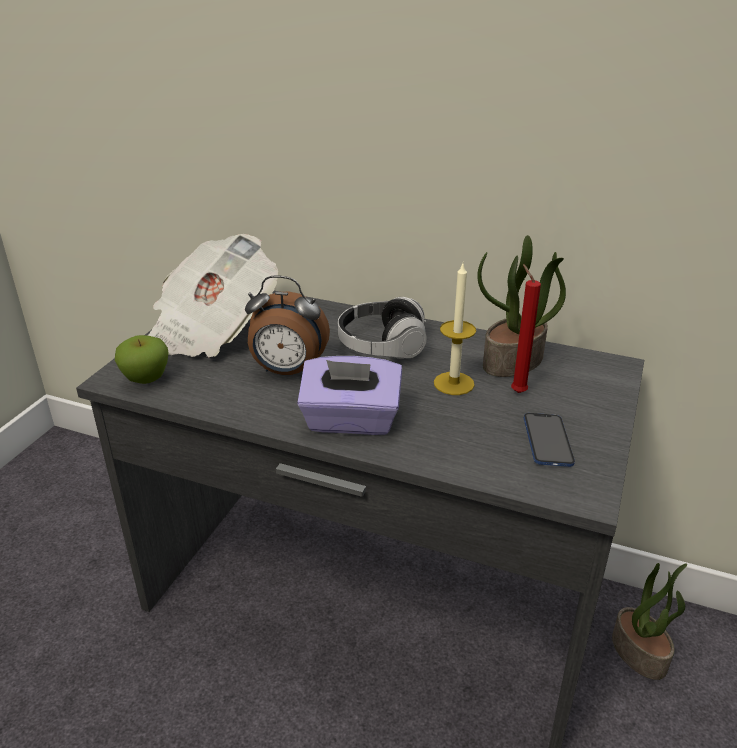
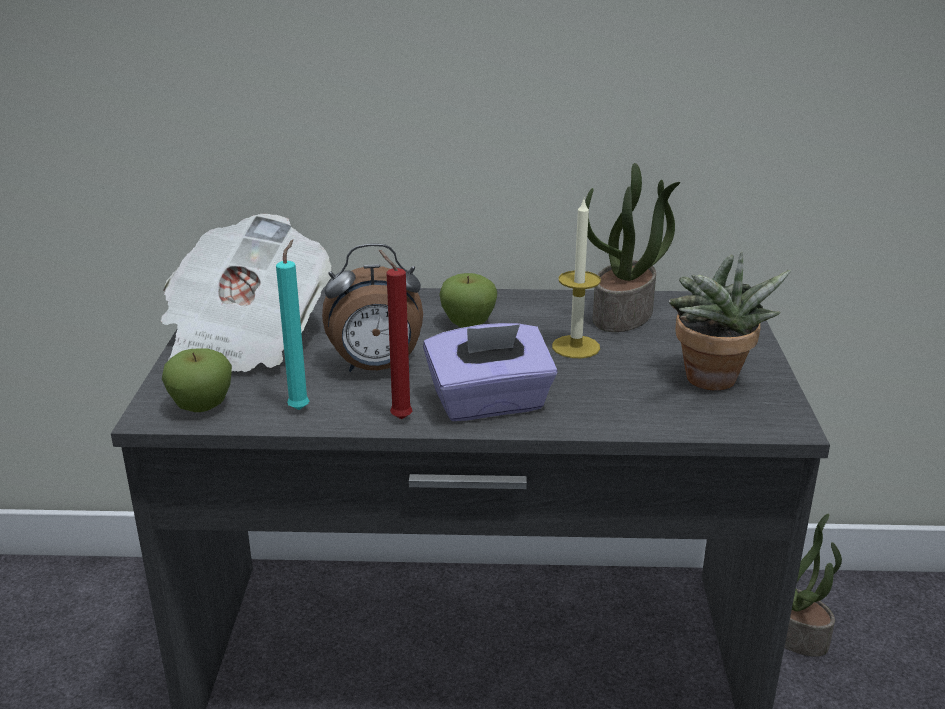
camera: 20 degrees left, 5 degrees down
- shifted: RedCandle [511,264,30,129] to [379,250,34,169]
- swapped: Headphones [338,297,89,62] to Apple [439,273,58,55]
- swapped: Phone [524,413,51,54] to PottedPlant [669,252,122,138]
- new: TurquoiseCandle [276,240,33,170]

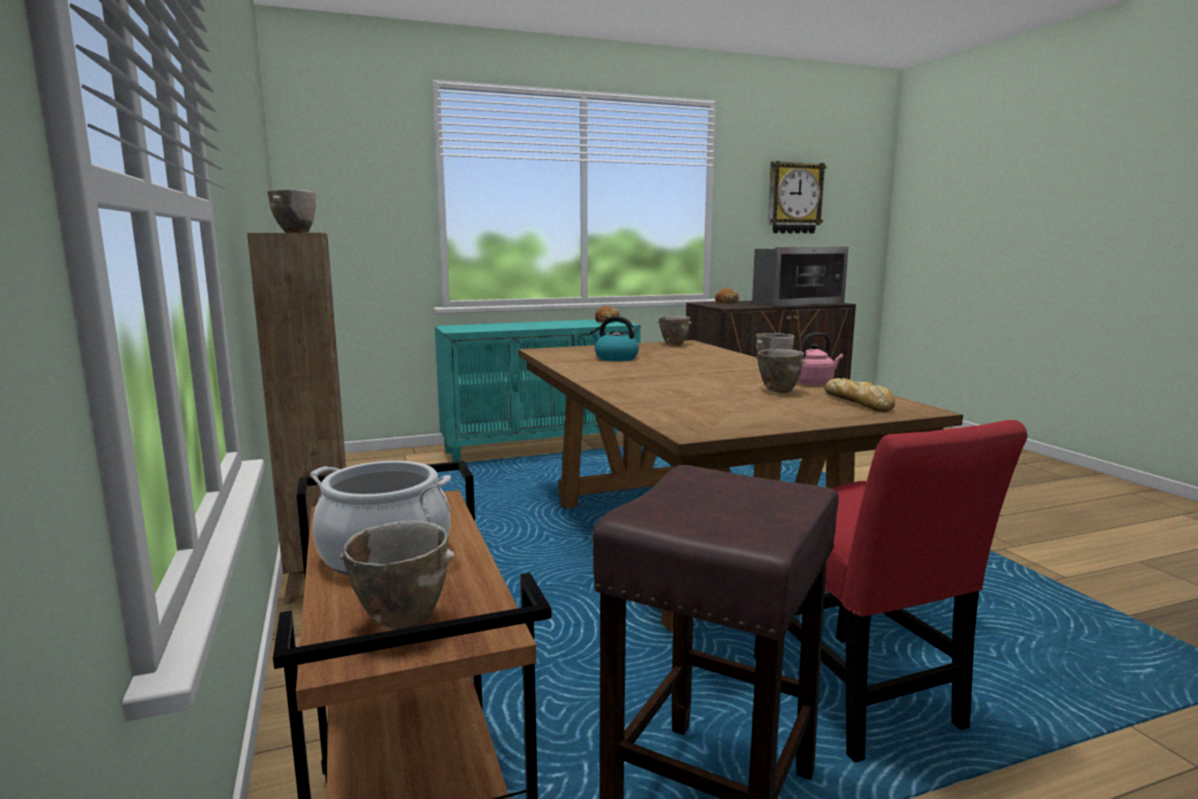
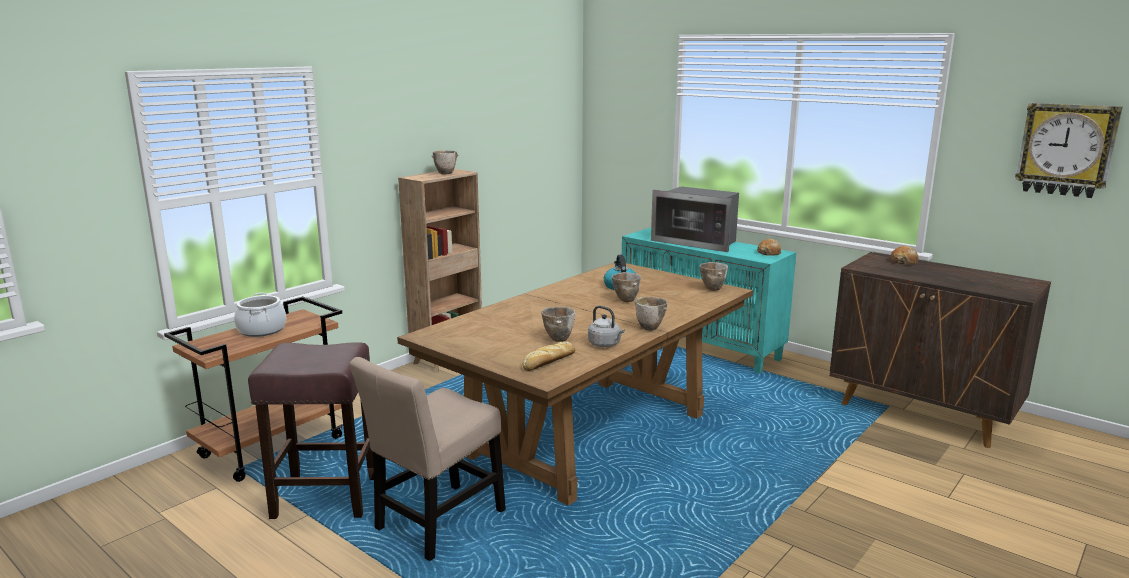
camera: 60 degrees right, 5 degrees up
- shifted: Microwave [752,247,96,60] to [651,186,88,66]
- repainted: PinkKettle [797,333,46,52] to GreyKettle [588,306,37,41]
- repainted: RedChair [754,420,273,342] to BeigeChair [350,357,156,204]
- shifted: Bowl [340,521,115,109] to [612,272,29,30]

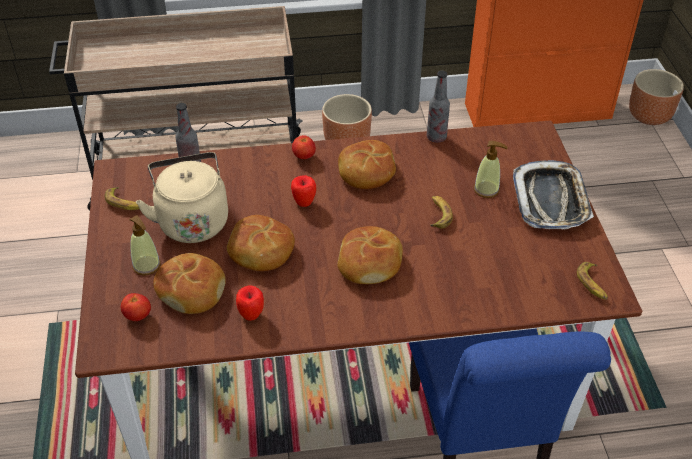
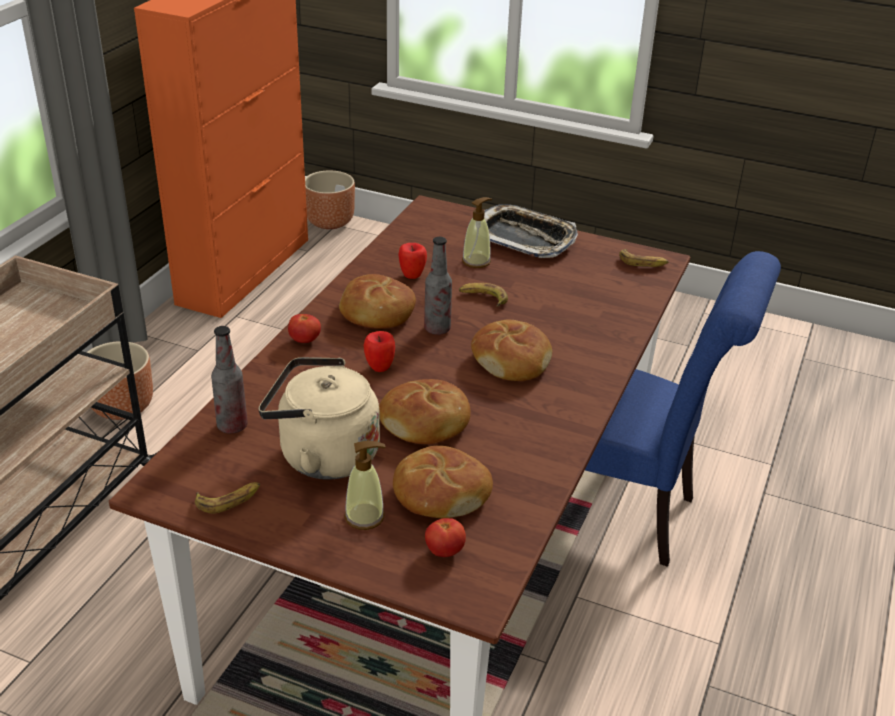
camera: 60 degrees left, 10 degrees down
- shifted: Bottle [427,71,23,72] to [424,237,28,98]
- shifted: Apple [236,286,28,35] to [398,243,29,36]

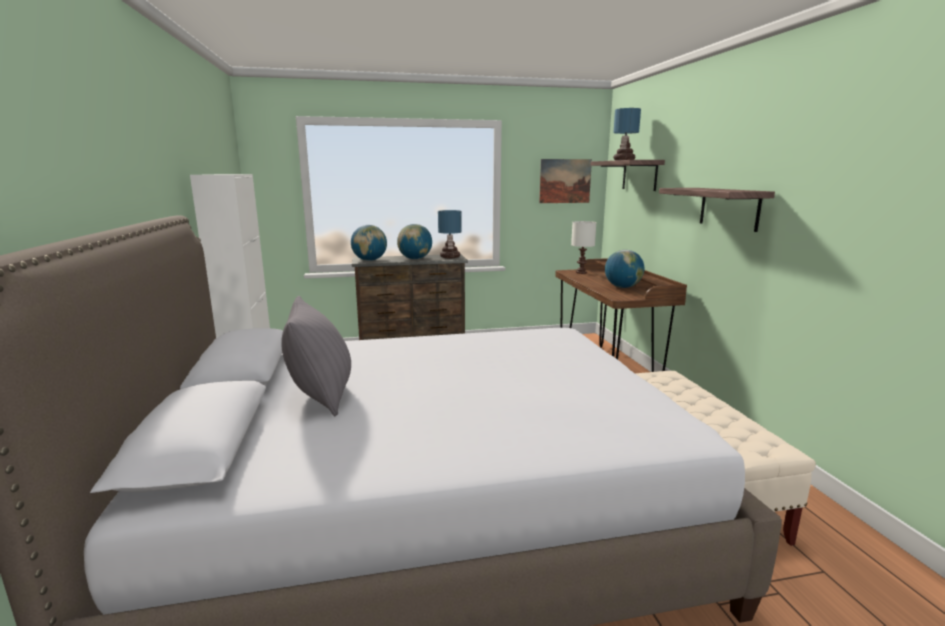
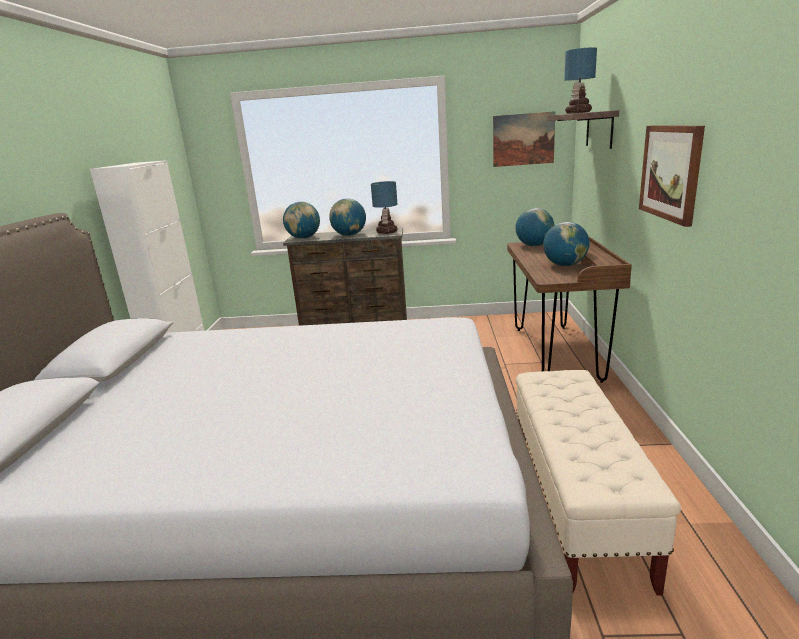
camera: 15 degrees right, 5 degrees up
- swapped: Shelf [659,188,116,44] to Picture [639,125,66,102]
- swapped: WhiteTableLamp [571,221,26,53] to Globe [515,208,39,38]
- gone: GreyPillow [281,296,70,120]

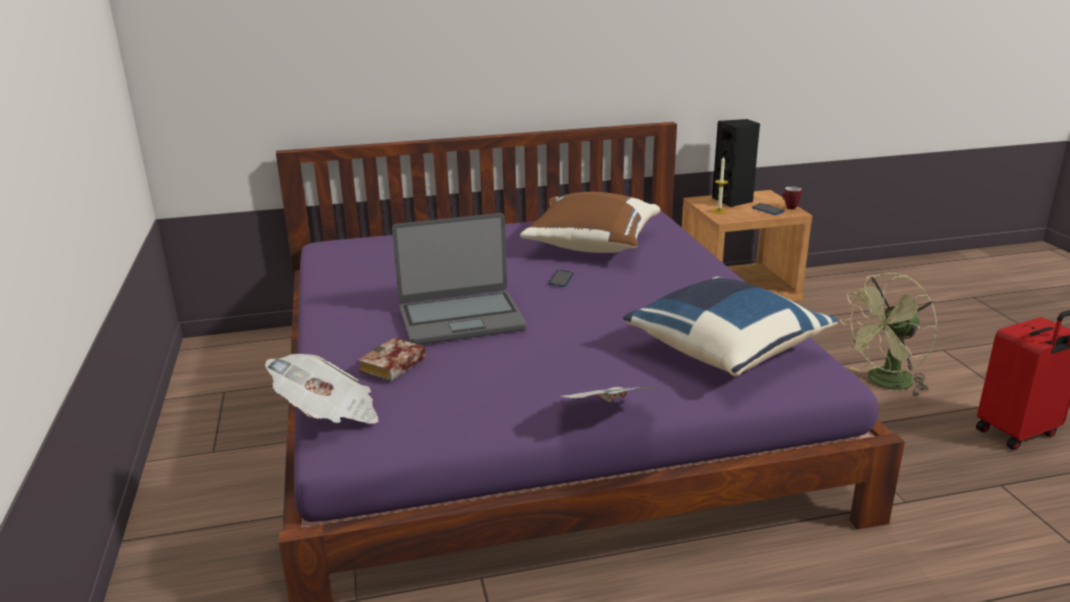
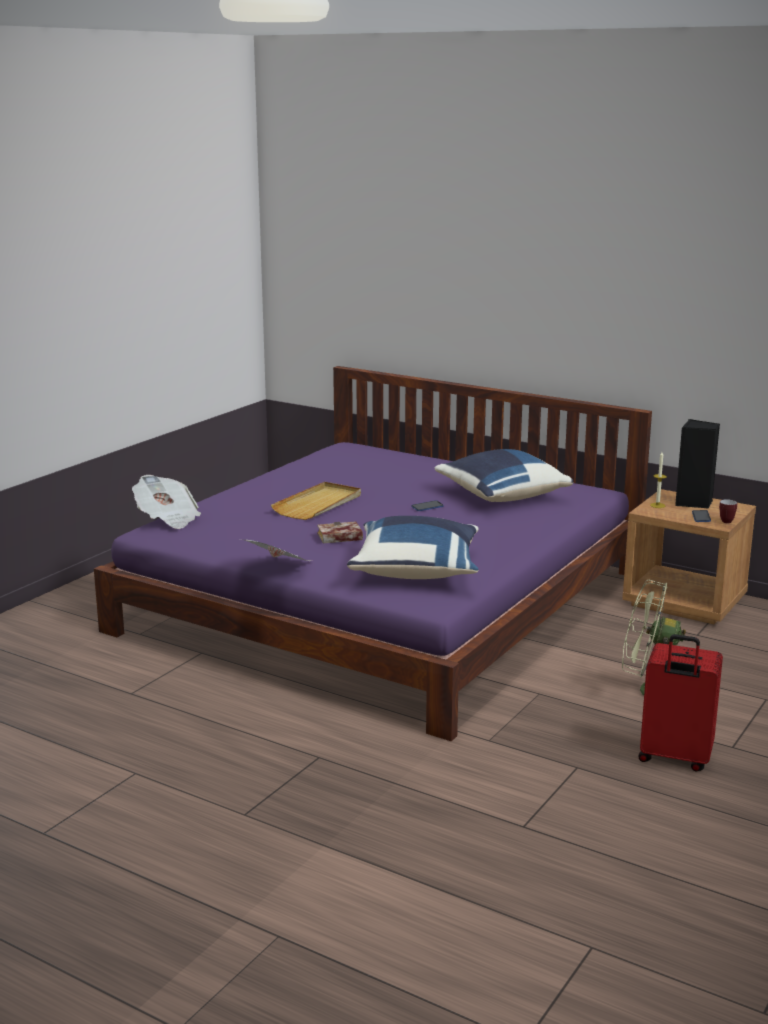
camera: 45 degrees right, 5 degrees down
- repainted: BrownPillow [520,192,141,61] to BluePillow [434,449,139,53]
- swapped: Laptop [392,213,135,132] to BeigeTray [271,482,90,38]
- shifted: Book [358,338,68,43] to [317,521,46,22]

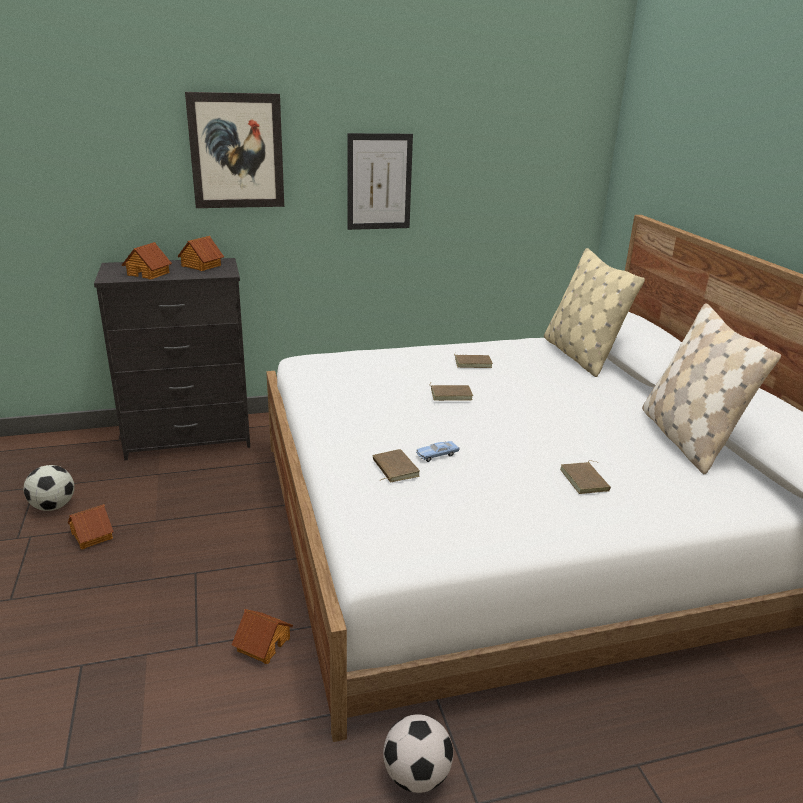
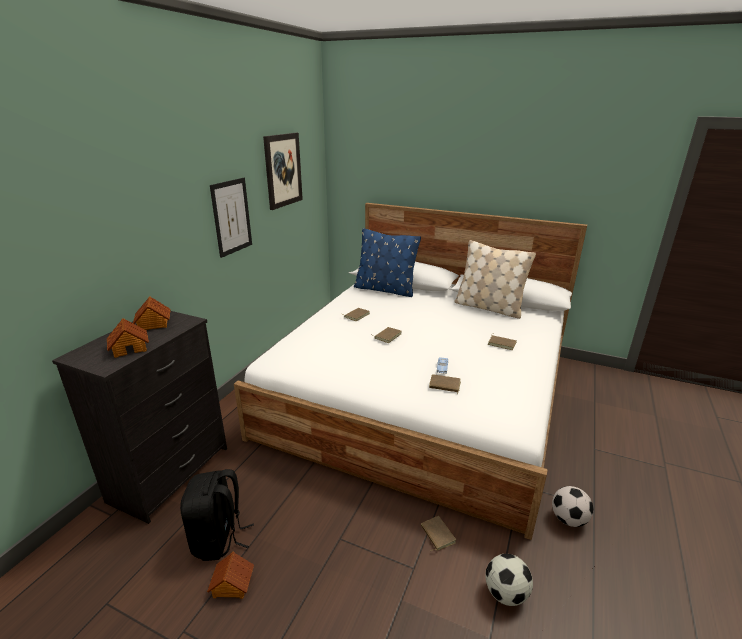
camera: 50 degrees left, 0 degrees up
- shifted: Picture [185,92,99,116] to [263,133,40,77]
- repainted: BeigePillow [544,248,101,129] to BluePillow [354,228,67,69]
- shifted: Football [23,465,51,46] to [485,554,48,52]
- swapped: ToyHouse [232,609,61,55] to BrownBook [421,516,35,35]
- new: BlackBackpack [180,469,74,92]

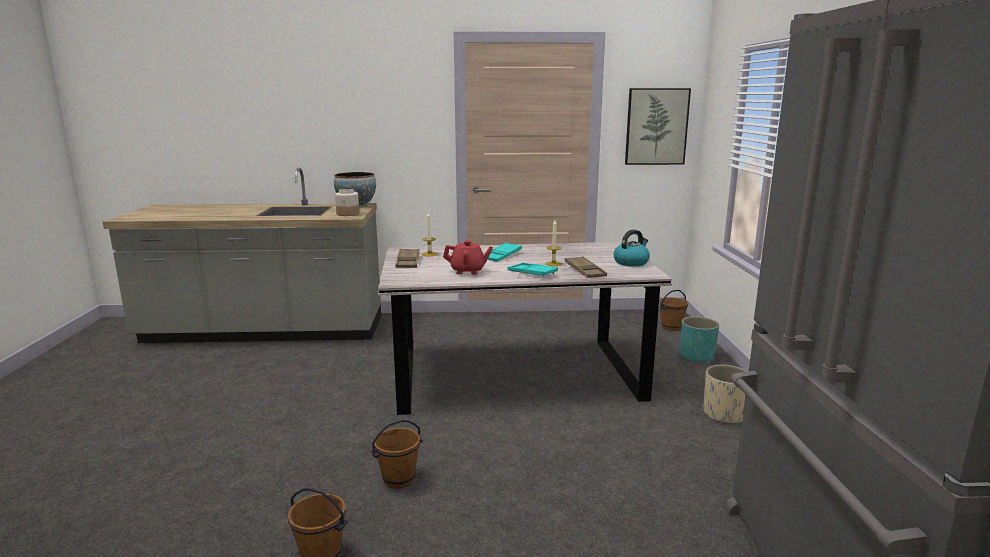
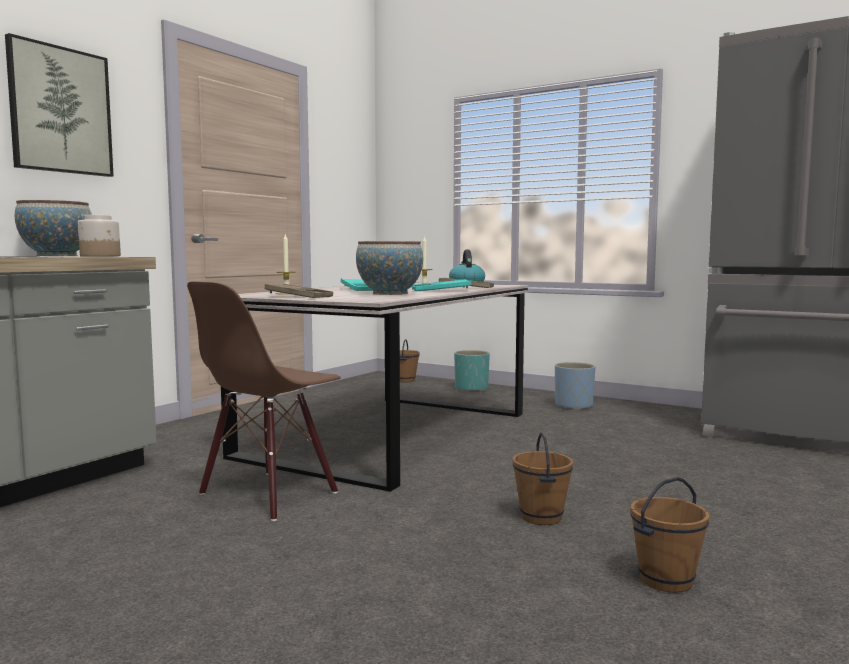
camera: 55 degrees left, 10 degrees down
- shifted: Picture [625,88,66,77] to [5,33,109,144]
- swapped: RedTeapot [443,241,50,34] to Bowl [356,241,67,54]
- repainted: BeigePlanter [703,365,45,59] to BluePlanter [555,362,40,48]
- new: BrownChair [187,281,154,240]

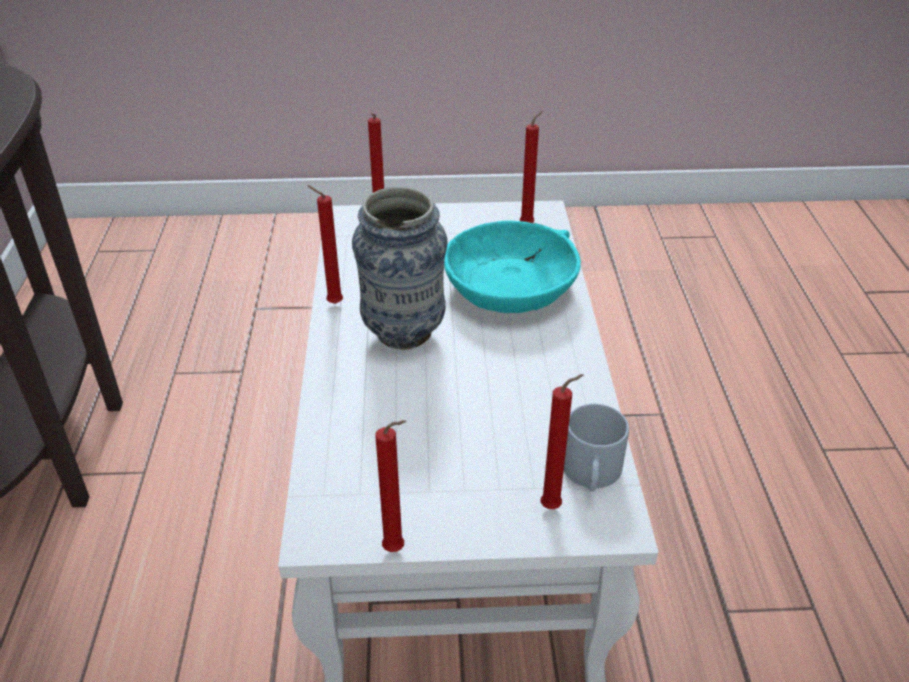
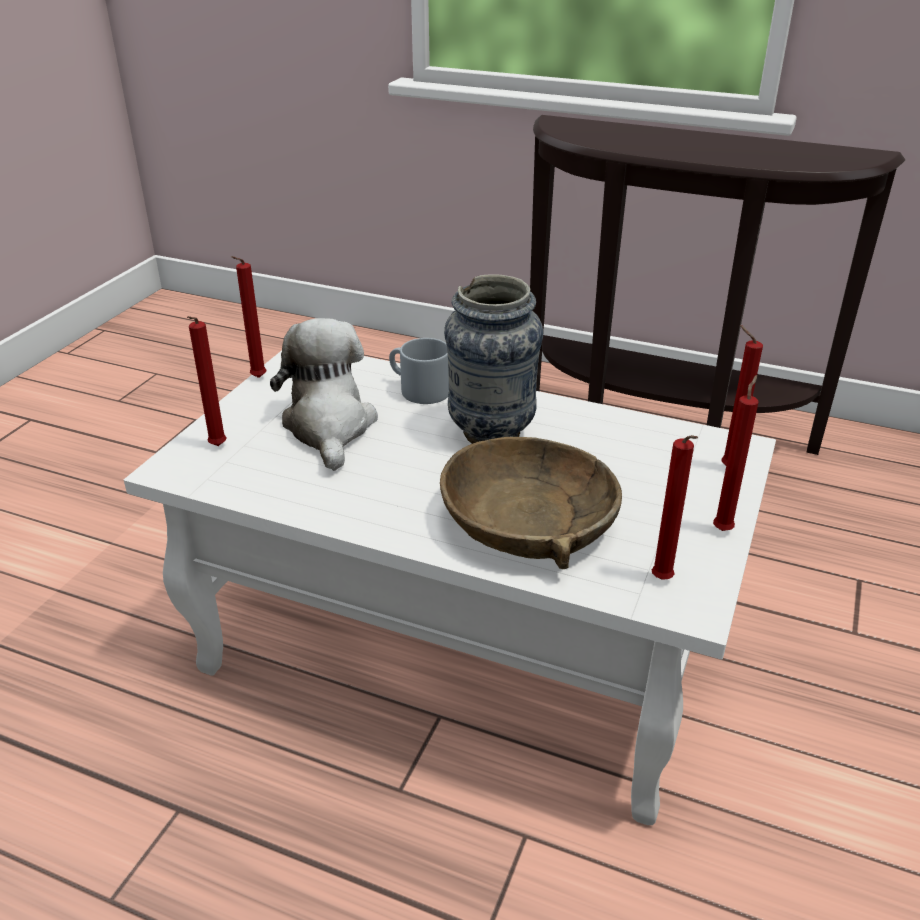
camera: 115 degrees right, 5 degrees down
- shifted: RedCandle [307,185,36,119] to [713,375,45,156]
- repainted: TurquoiseBowl [444,221,137,92] to BrownBowl [440,437,182,132]
- shifted: GreyMug [564,404,65,87] to [389,338,60,66]
- new: PlushToy [270,318,108,153]

